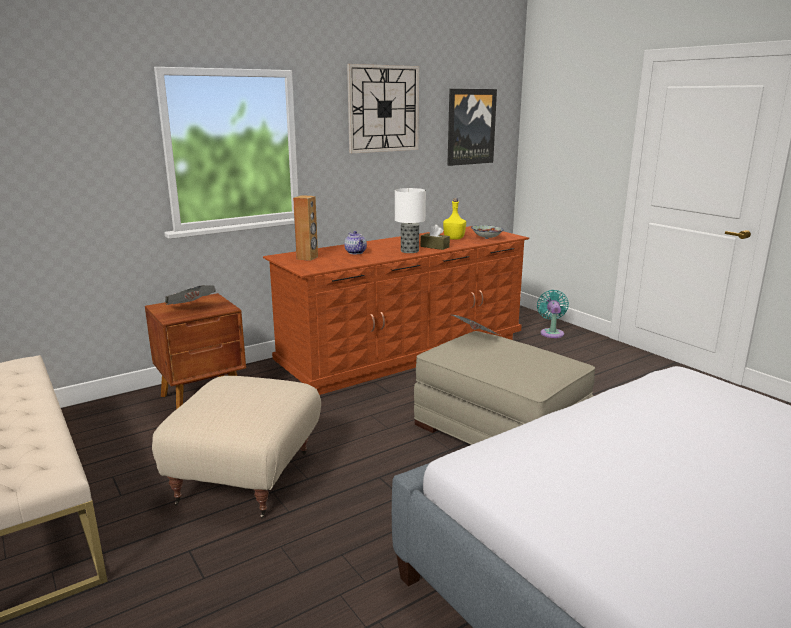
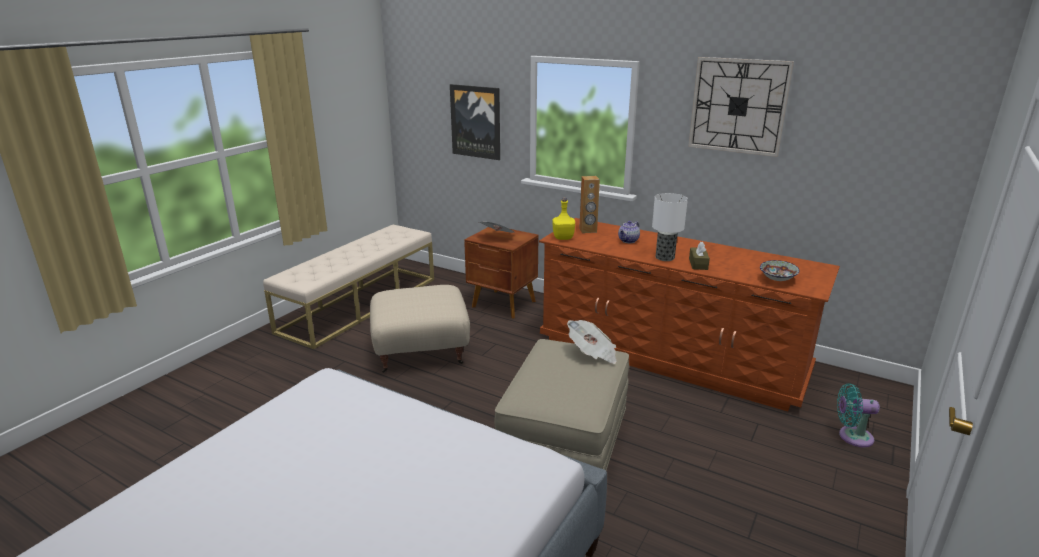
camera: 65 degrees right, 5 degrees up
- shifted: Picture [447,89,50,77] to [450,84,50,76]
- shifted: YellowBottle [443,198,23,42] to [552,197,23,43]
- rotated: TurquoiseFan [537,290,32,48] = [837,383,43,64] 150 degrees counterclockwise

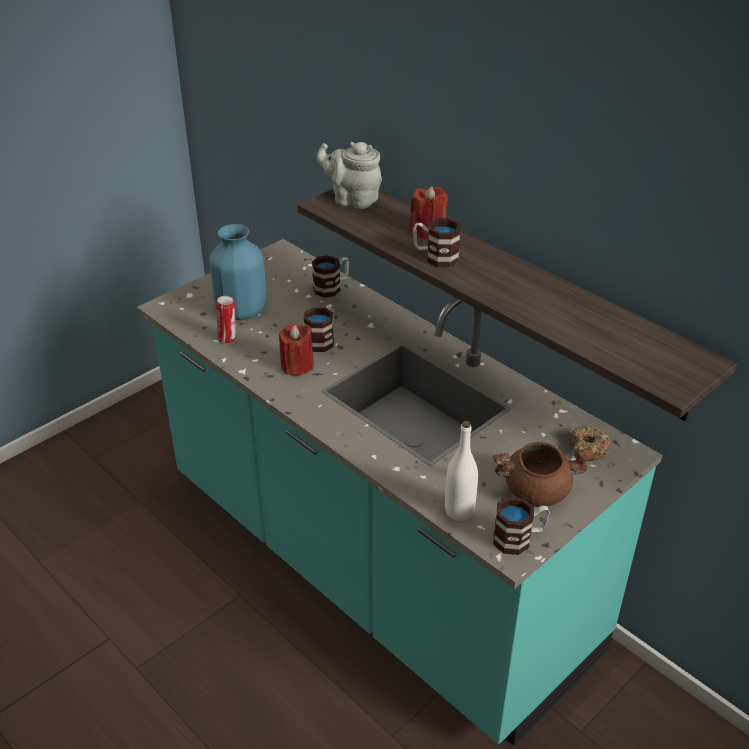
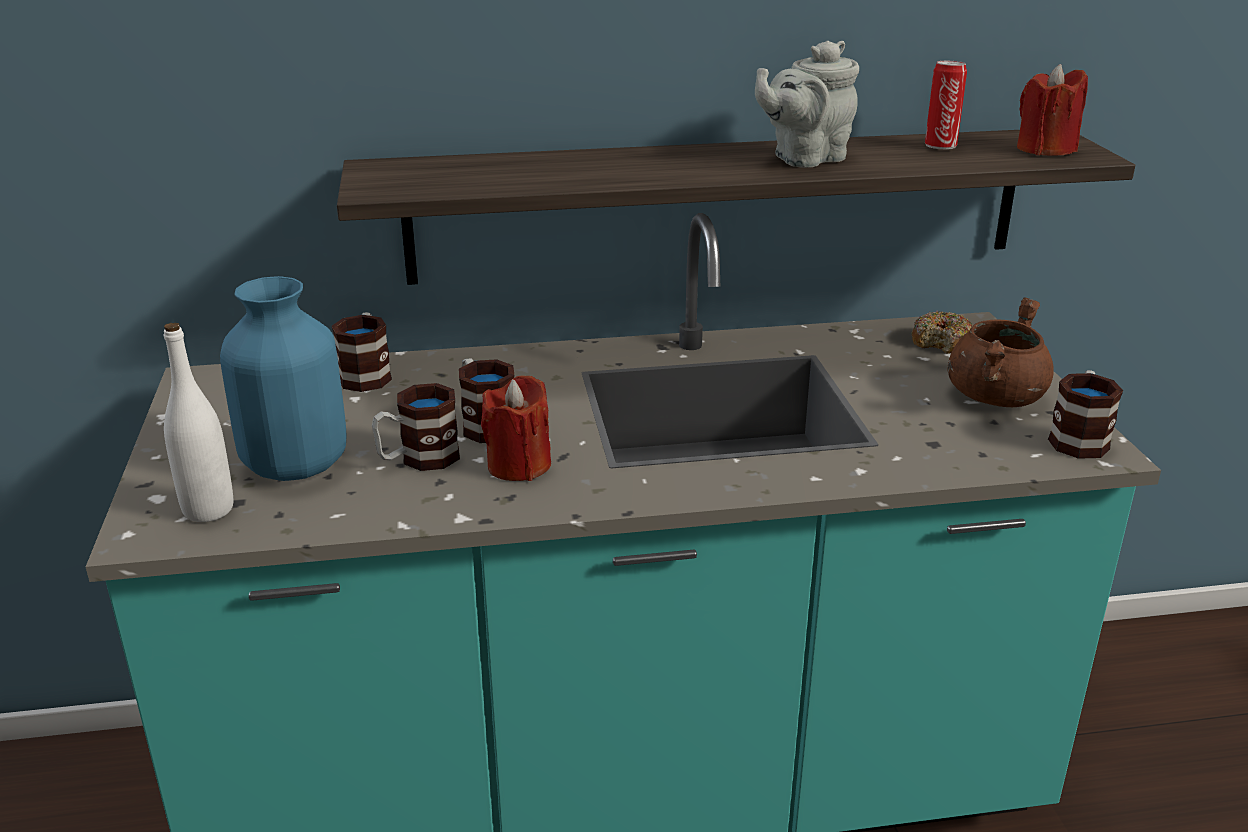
camera: 55 degrees left, 10 degrees down
- shifted: GreyTeapot [317,142,65,67] to [755,41,104,127]
- shifted: RedCandle [410,186,38,54] to [1017,64,71,91]
- shifted: Mug [413,218,48,49] to [372,383,88,88]
- shifted: Can [216,296,20,48] to [925,61,42,88]
- shifted: WhiteBottle [445,421,33,100] to [164,322,69,200]

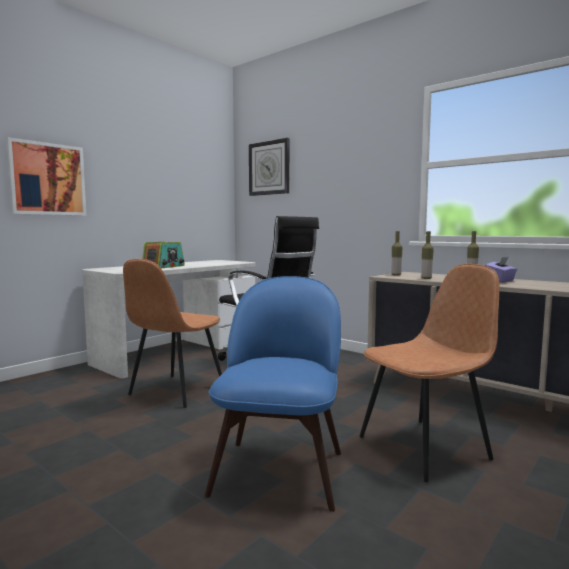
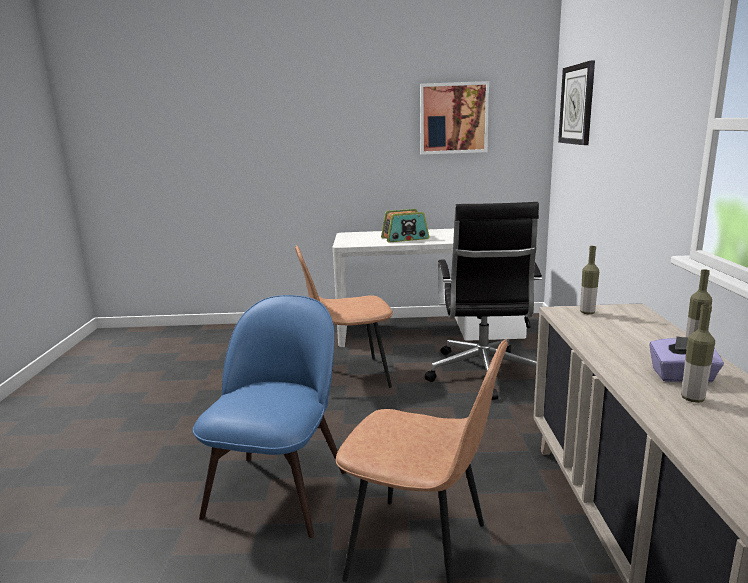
camera: 50 degrees right, 10 degrees up
- shifted: Picture [6,137,80,79] to [420,81,69,74]
- shifted: Bottle [421,231,13,48] to [681,304,34,99]
- rotated: BlueChair [205,276,136,236] = [193,295,153,243] 45 degrees counterclockwise

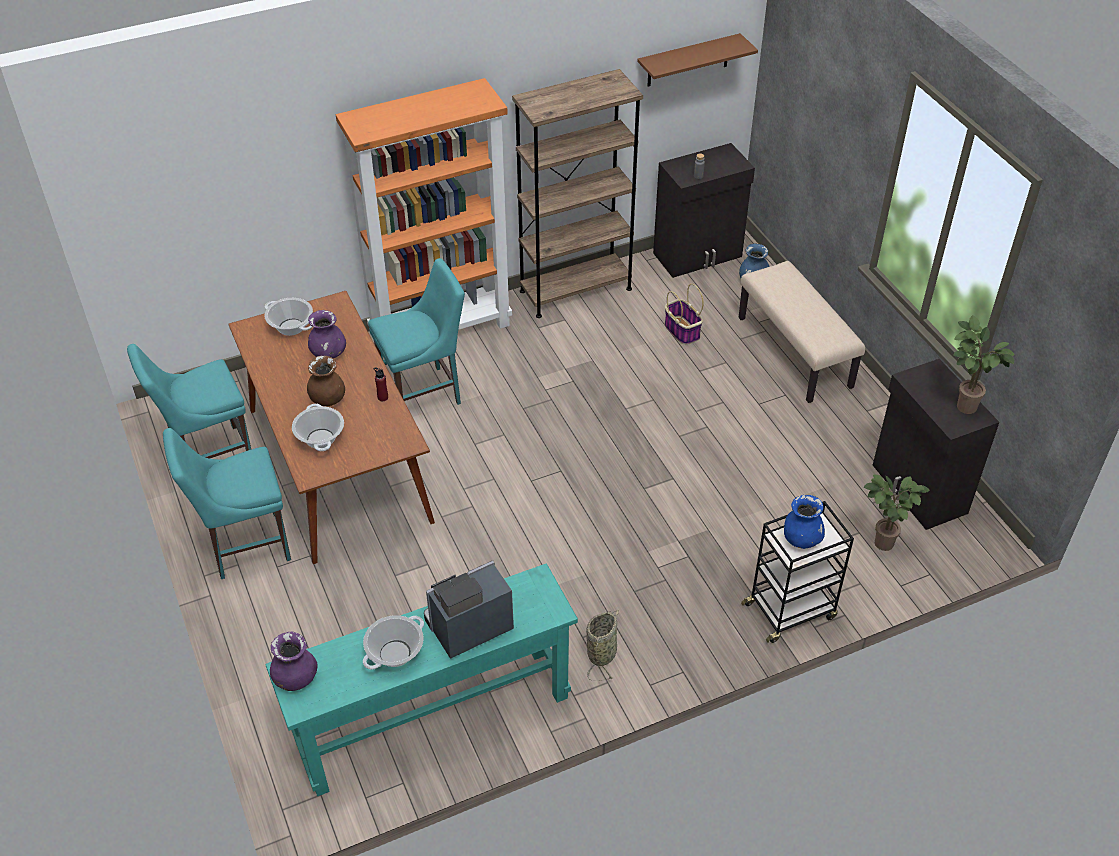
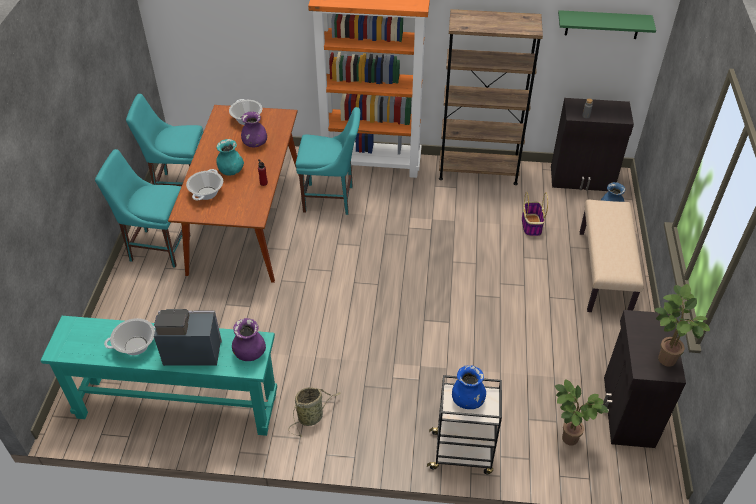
camera: 30 degrees right, 0 degrees up
- repainted: BrownShelf [637,33,121,54] to GreenShelf [558,10,98,29]
- repainted: BrownVase [307,356,38,50] to TurquoiseVase [216,139,28,37]
- shifted: PurpleVase [270,632,48,59] to [232,318,34,43]

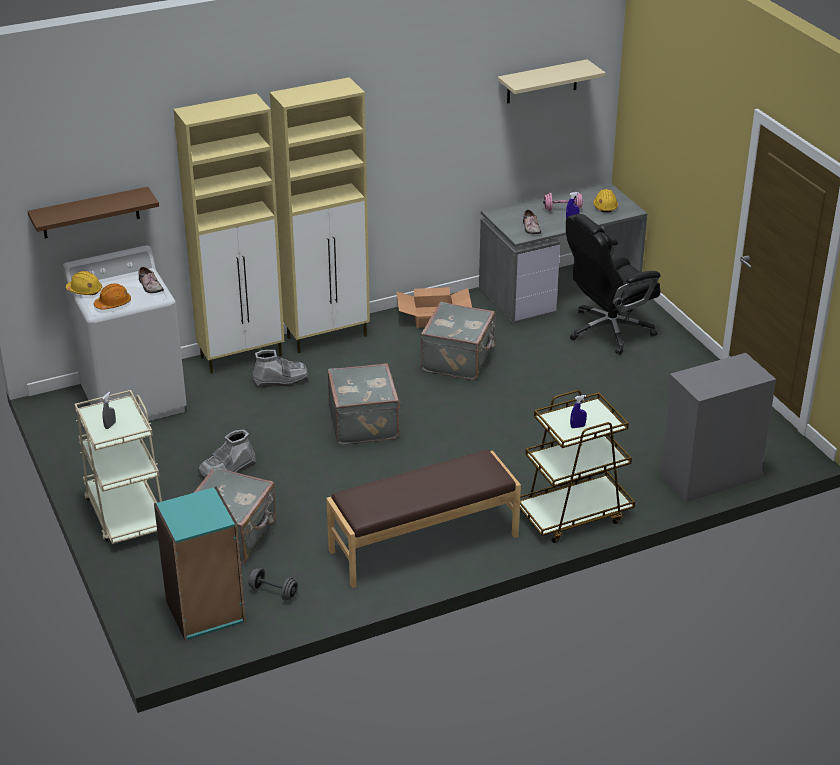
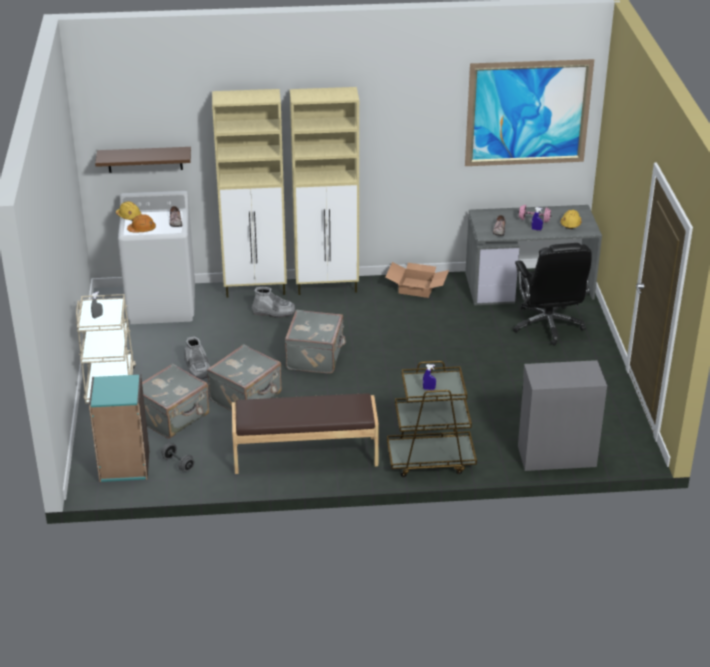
camera: 20 degrees right, 0 degrees up
- swapped: BeigeShelf [498,59,108,45] to Picture [465,59,129,107]
- rotated: BlackOfficeChair [566,214,95,141] = [513,243,79,103] 90 degrees counterclockwise
- shifted: GreySuitcase [421,302,75,78] to [207,344,75,67]
- rotated: GreyBoot [198,429,58,49] = [184,336,26,43] 90 degrees counterclockwise

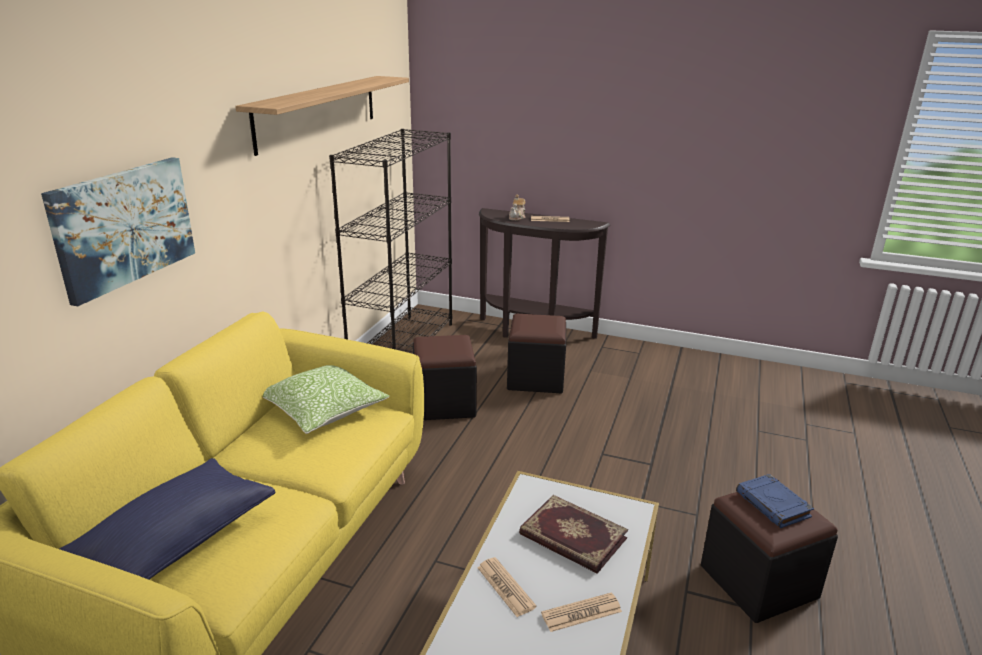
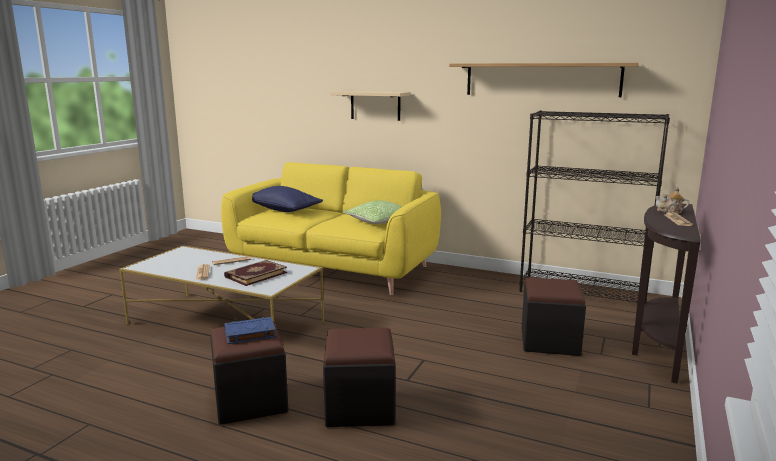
camera: 95 degrees right, 10 degrees down
- swapped: Picture [41,157,154,149] to BeigeShelf [330,91,80,30]
- shifted: BlackOttoman [413,335,64,85] to [323,328,73,99]

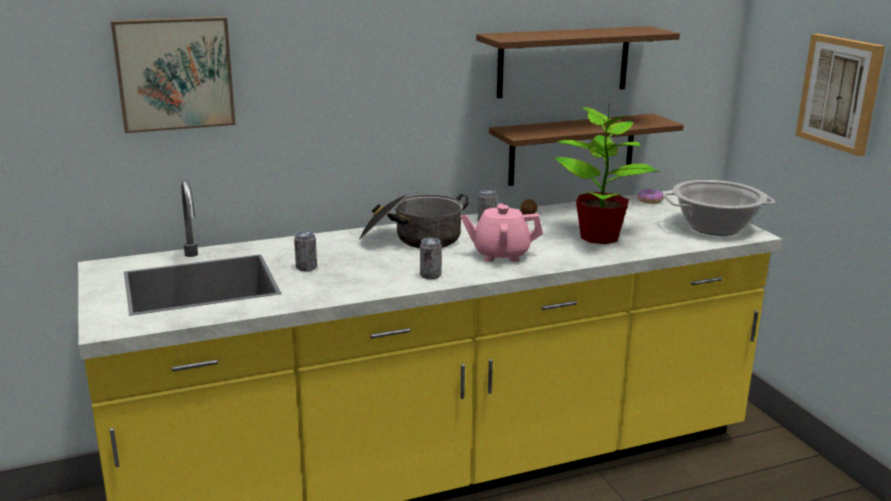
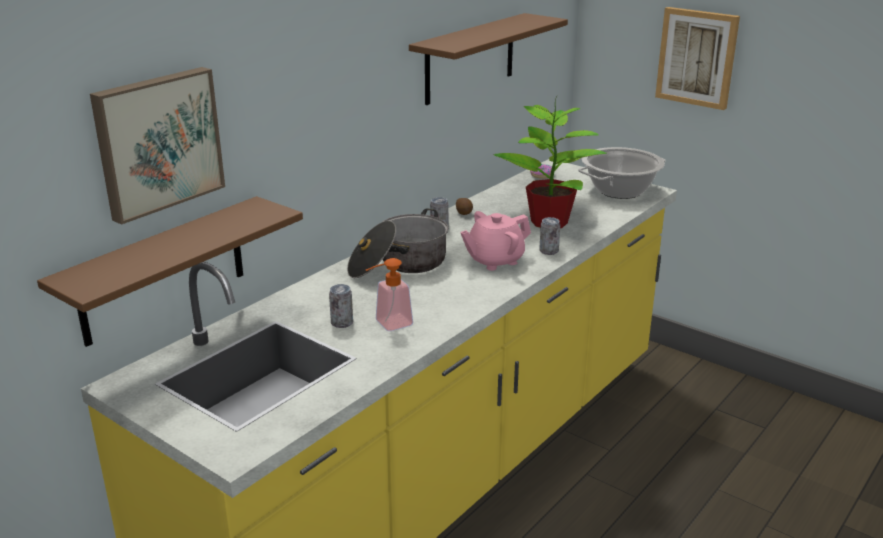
camera: 30 degrees left, 5 degrees up
- shifted: BrownShelf [489,114,195,72] to [37,196,266,151]
- shifted: Can [420,238,22,41] to [539,217,21,38]
- new: SoapDispenser [366,258,47,73]

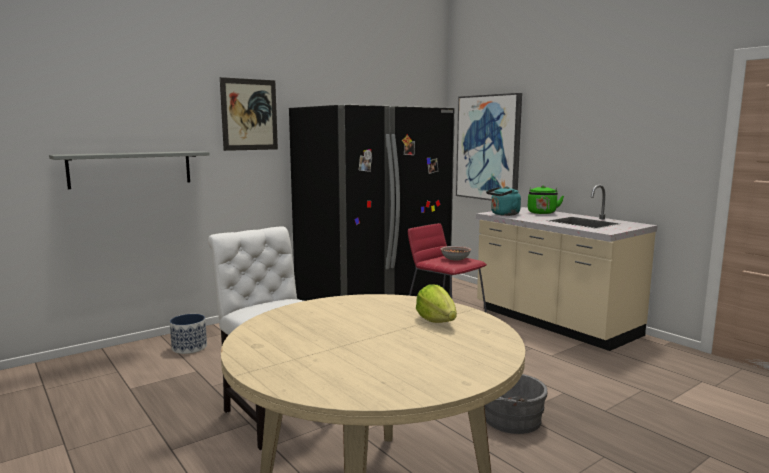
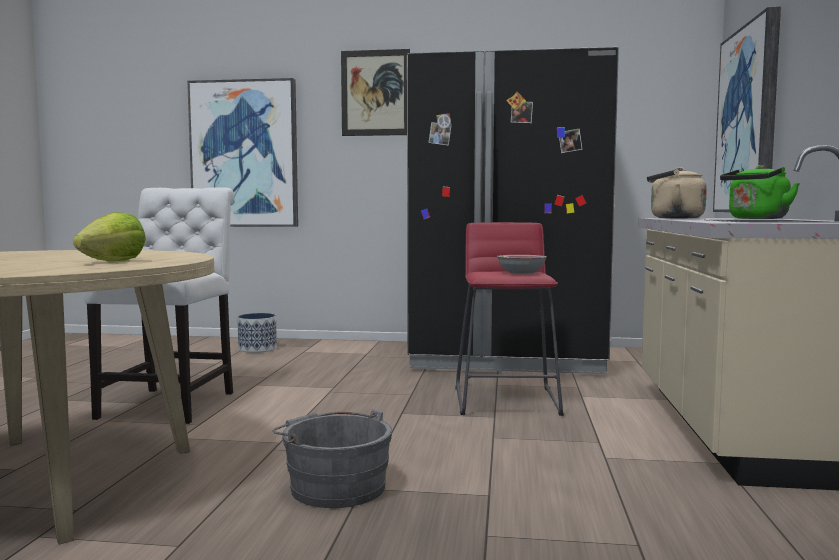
camera: 45 degrees right, 5 degrees down
- swapped: GreyShelf [49,151,161,38] to Picture [187,78,111,149]
- repainted: TurquoiseKettle [486,186,35,30] to BeigeKettle [647,167,60,51]

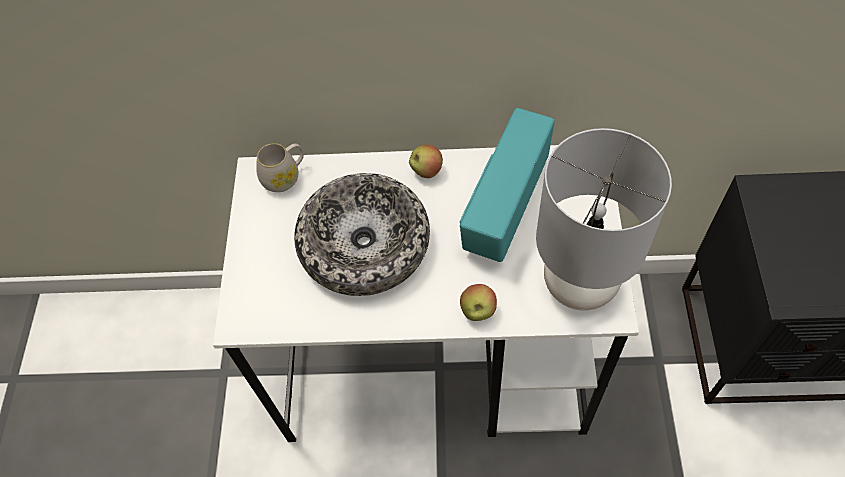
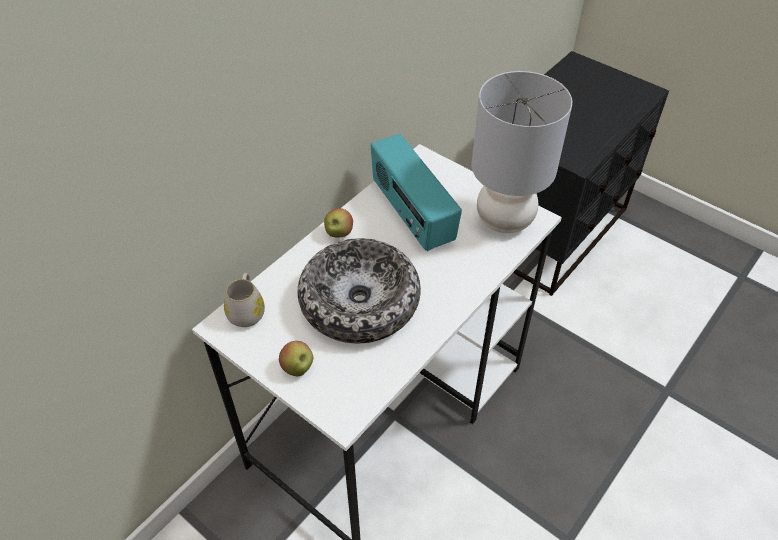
camera: 55 degrees left, 10 degrees down
- shifted: Apple [460,284,37,37] to [279,341,34,35]

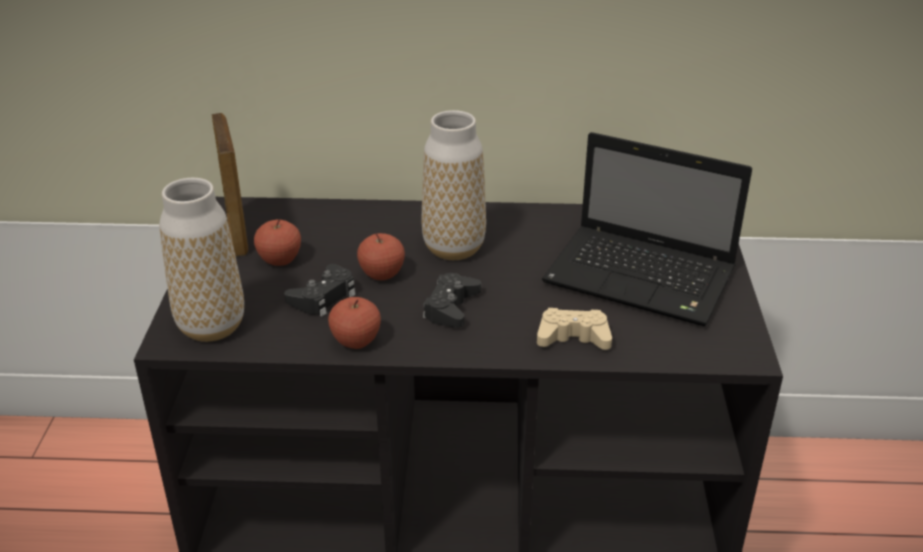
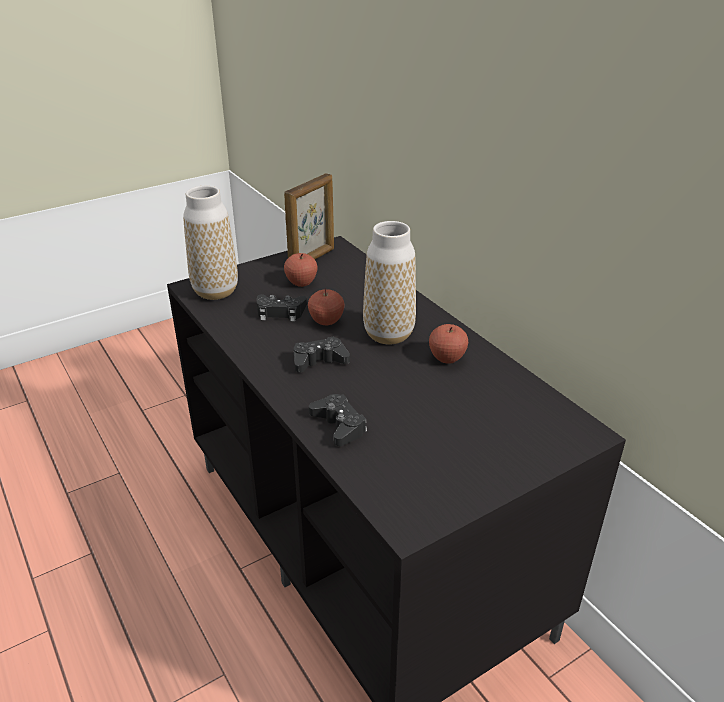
camera: 55 degrees right, 0 degrees up
- gone: Laptop [542,132,210,194]
- shifted: Apple [328,297,53,52] to [429,324,39,39]
- repainted: BeigeGameController [537,308,75,42] to BlackGameController [309,394,58,52]

